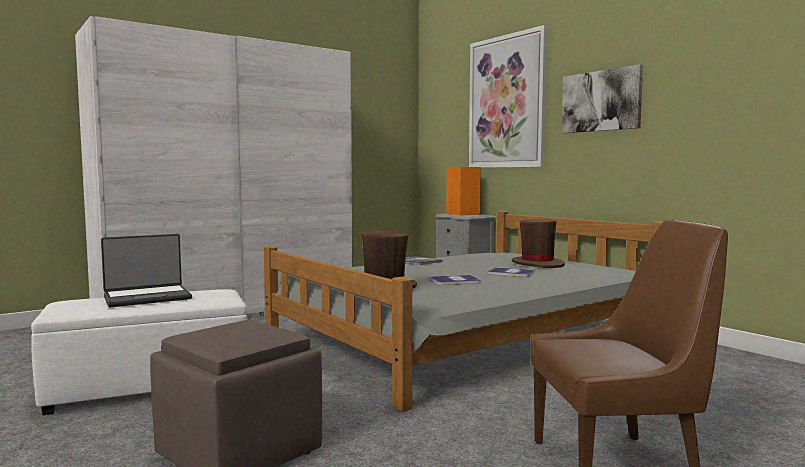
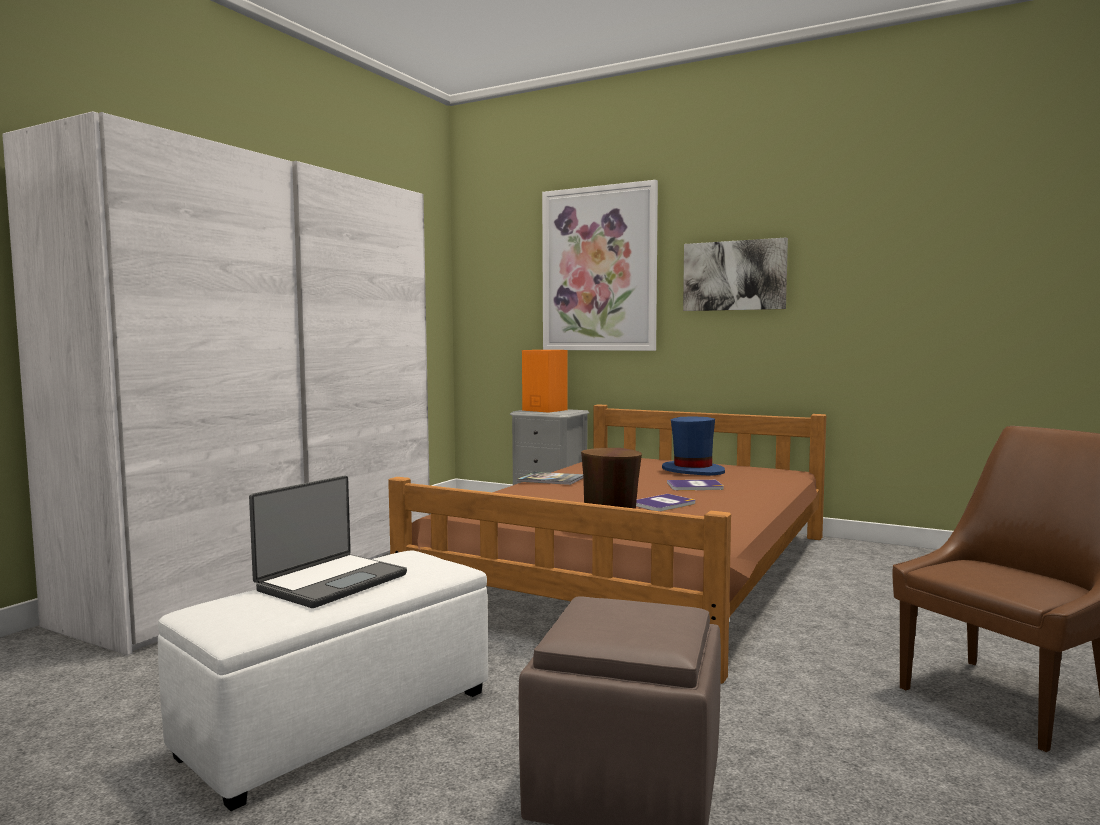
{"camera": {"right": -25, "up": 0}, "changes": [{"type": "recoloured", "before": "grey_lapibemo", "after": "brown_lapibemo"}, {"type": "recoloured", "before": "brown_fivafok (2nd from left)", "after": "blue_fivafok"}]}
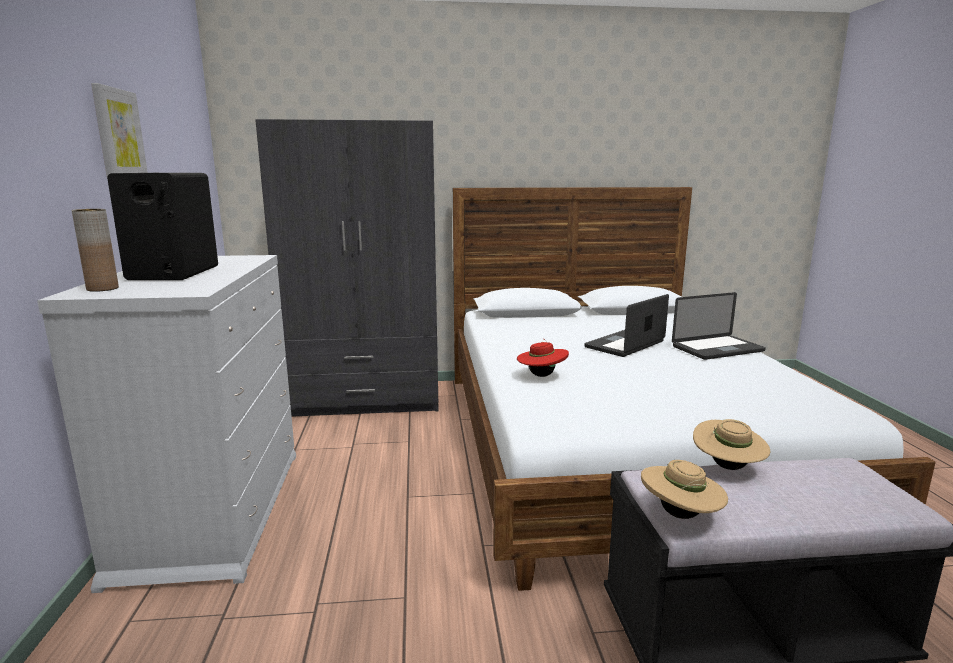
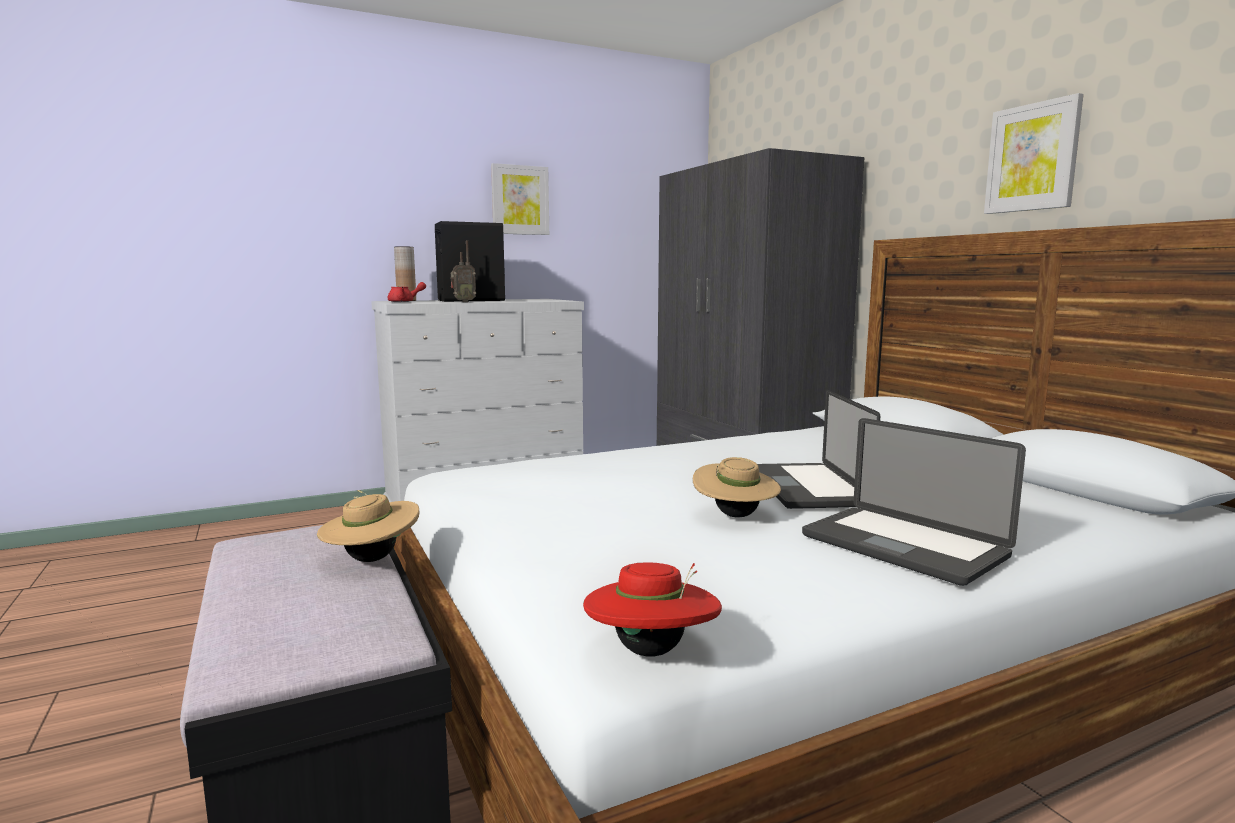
{"camera": {"right": 70, "up": -5}, "changes": [{"type": "added", "after": "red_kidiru"}, {"type": "added", "after": "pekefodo"}, {"type": "moved", "before": "red_fivafok"}, {"type": "moved", "before": "beige_fivafok (1st from left in the first image)", "after": "beige_fivafok (2nd from left)"}, {"type": "turned", "before": "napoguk (1st from left)", "turn": -120}, {"type": "added", "after": "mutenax (2nd from left)"}]}
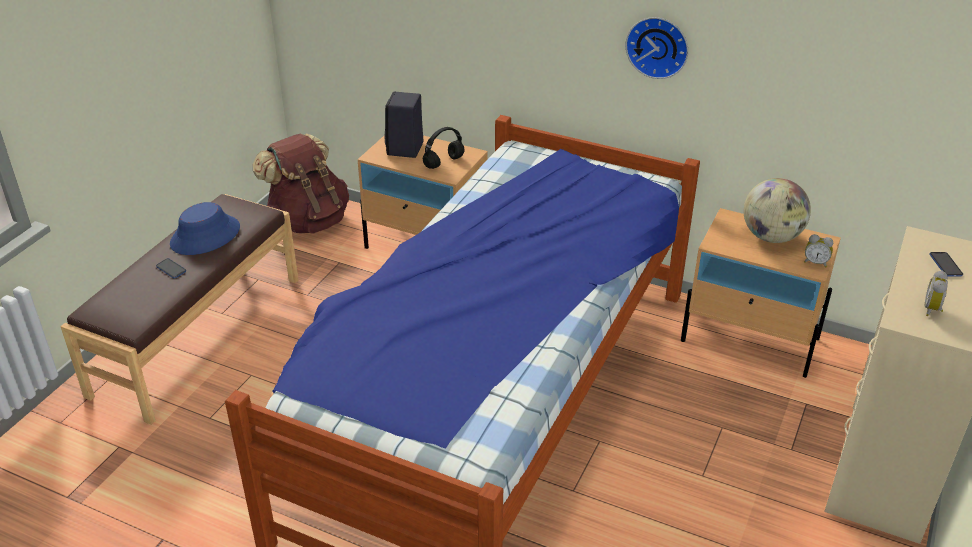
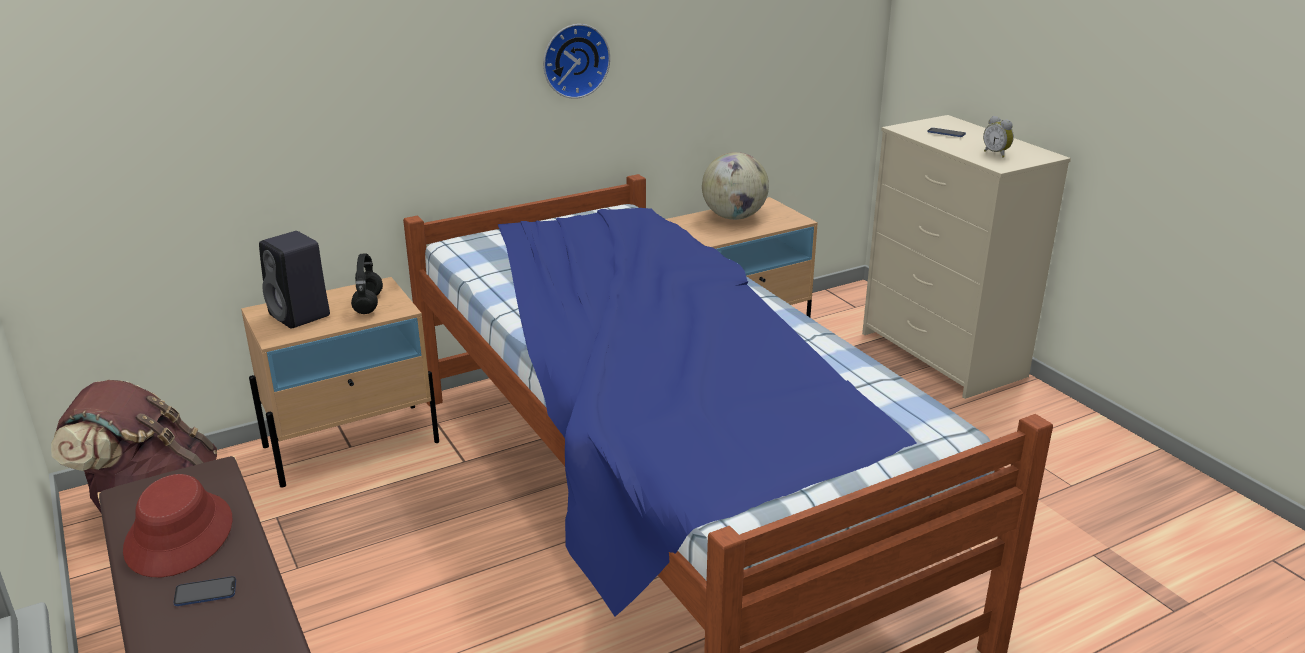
{"camera": {"right": -55, "up": -10}, "changes": [{"type": "recoloured", "before": "blue_fivafok", "after": "red_fivafok"}, {"type": "removed", "before": "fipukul (1st from left)"}]}
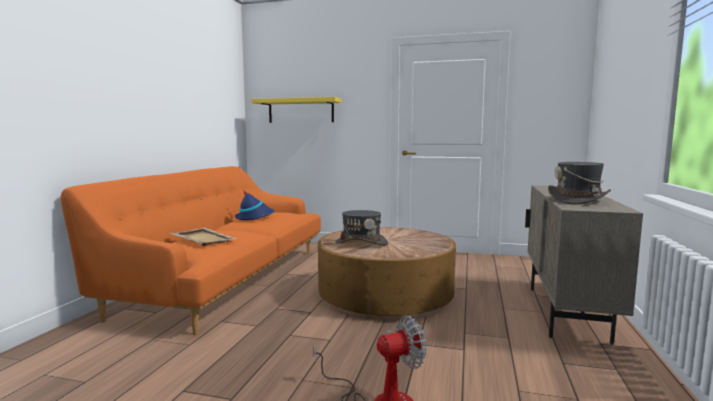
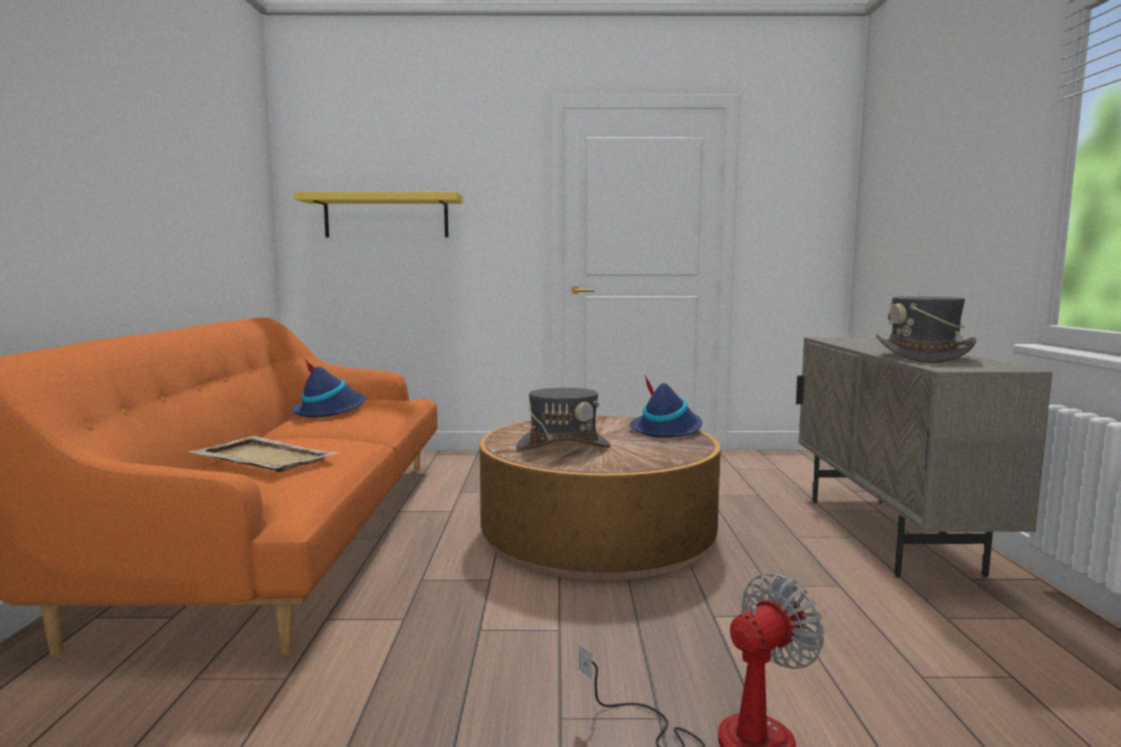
{"camera": {"right": -15, "up": 0}, "changes": [{"type": "added", "after": "blue_fivafok (2nd from left)"}]}
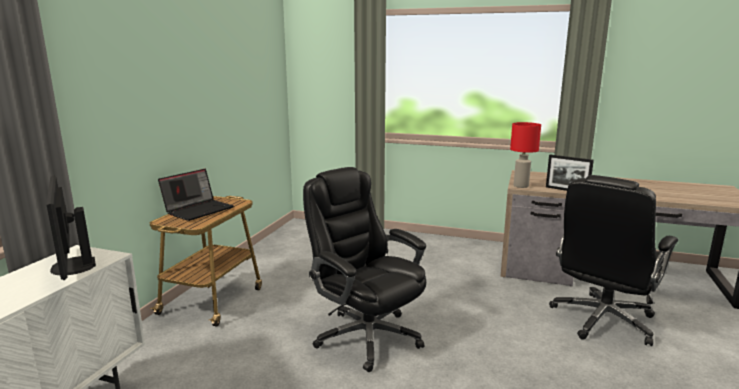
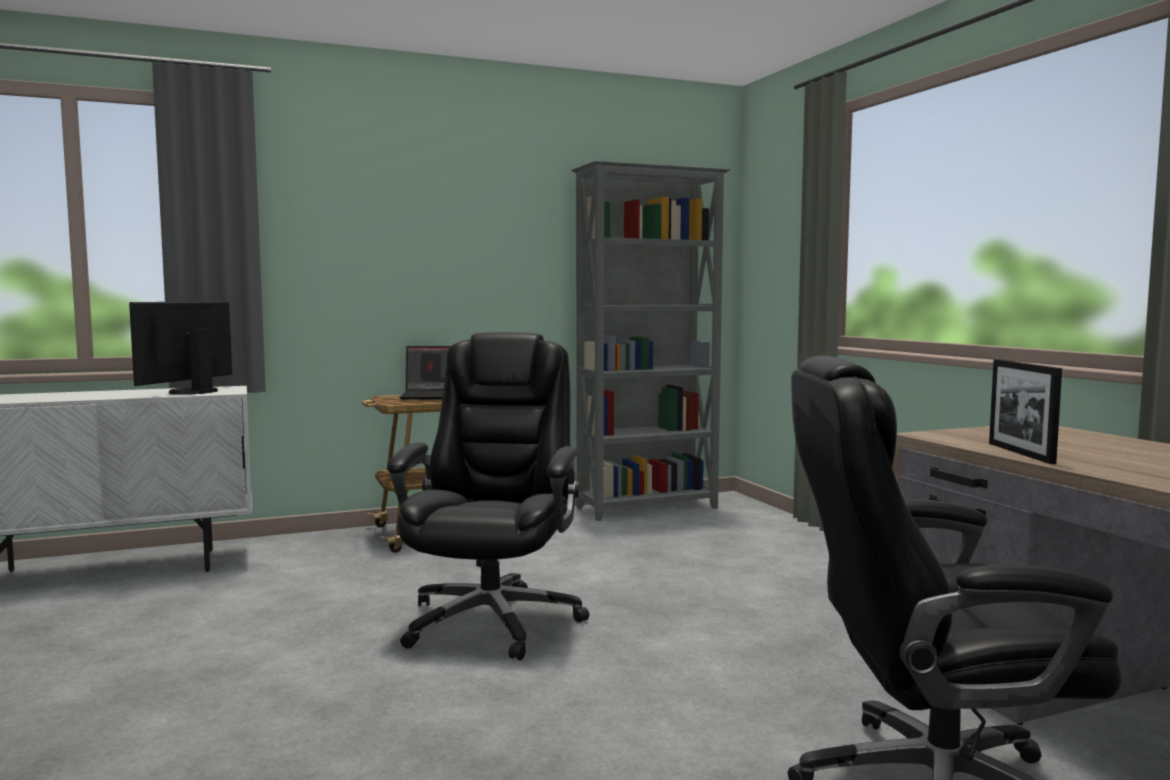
{"camera": {"right": 50, "up": -10}, "changes": [{"type": "added", "after": "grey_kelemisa"}, {"type": "removed", "before": "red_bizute"}]}
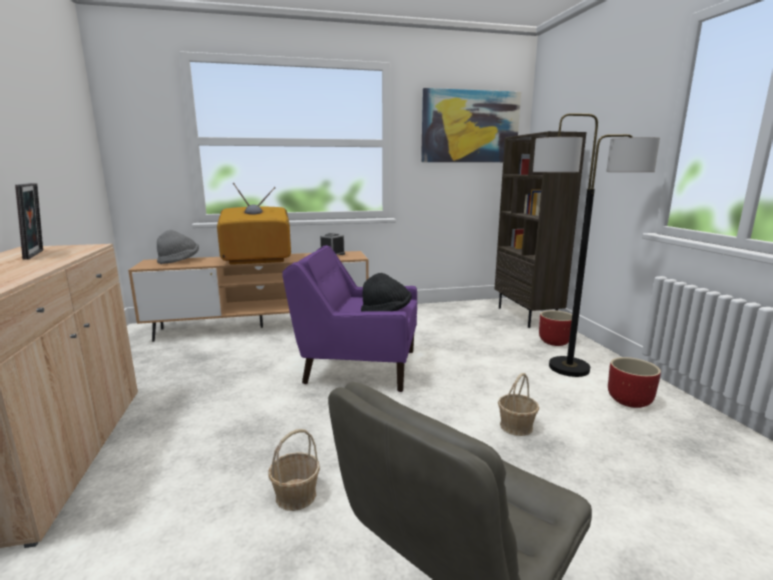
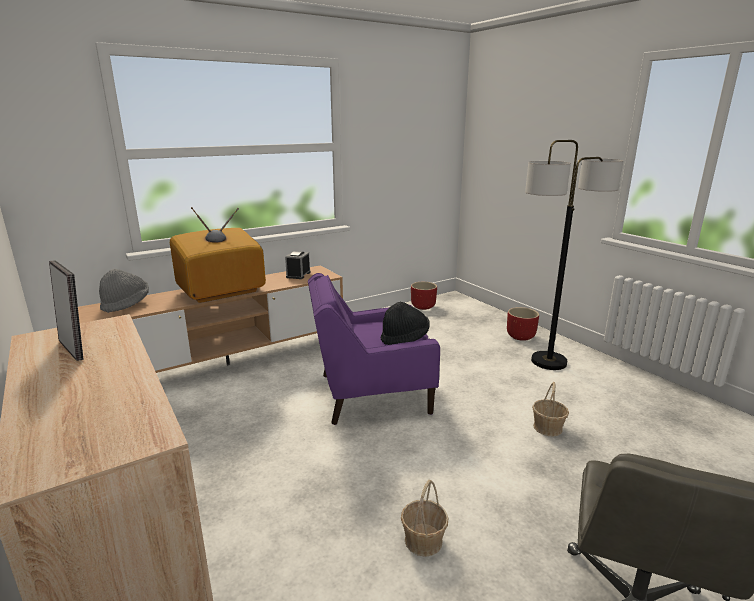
{"camera": {"right": -20, "up": 5}, "changes": [{"type": "moved", "before": "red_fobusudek (2nd from left in the first image)", "after": "red_fobusudek (1st from left)"}, {"type": "removed", "before": "mutenax"}, {"type": "removed", "before": "brown_kelemisa"}]}
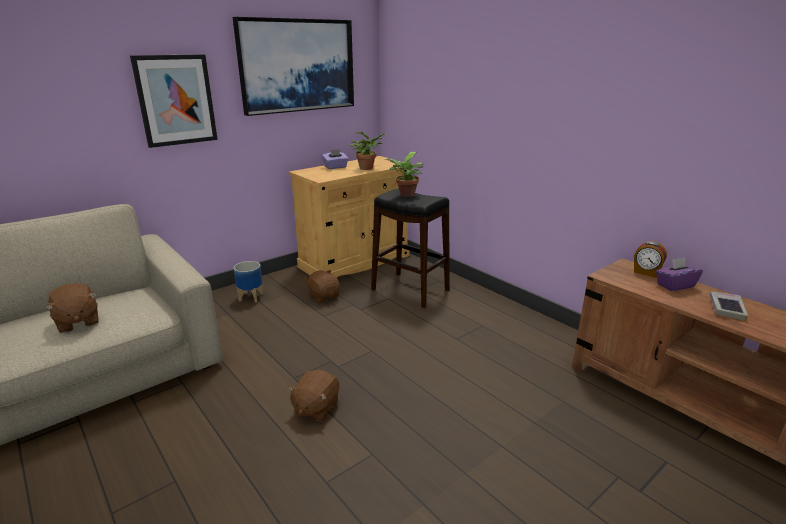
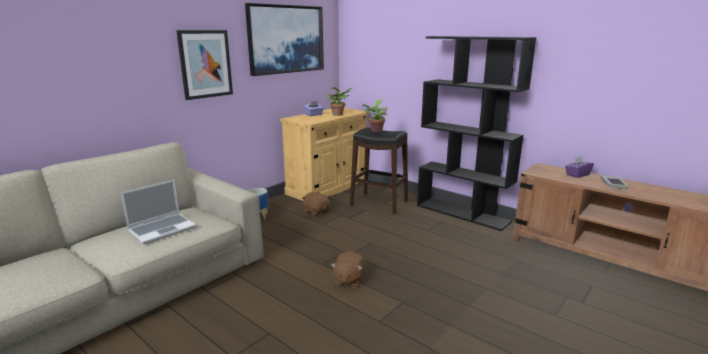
{"camera": {"right": -10, "up": -5}, "changes": [{"type": "replaced", "before": "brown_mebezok (1st from left)", "after": "napoguk"}, {"type": "added", "after": "black_kelemisa"}, {"type": "removed", "before": "fipukul"}]}
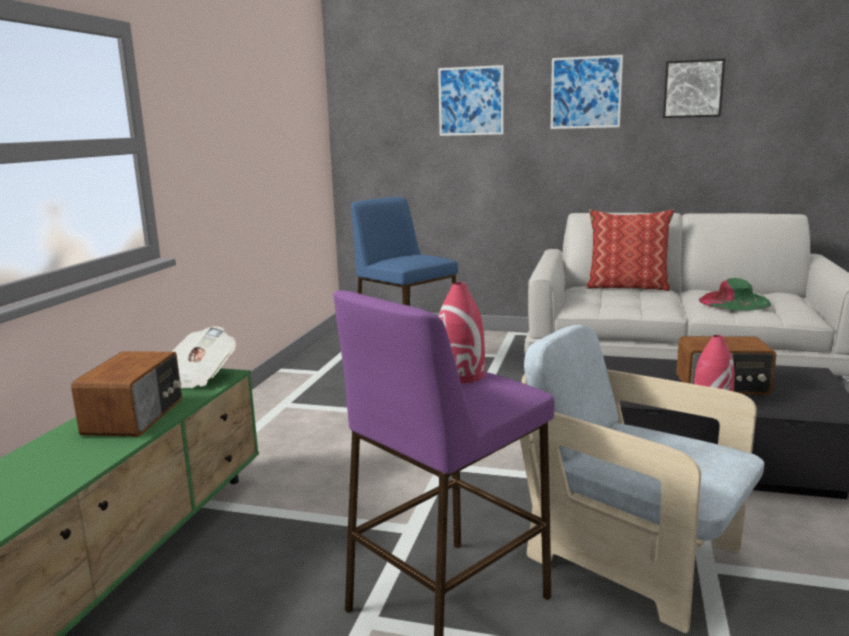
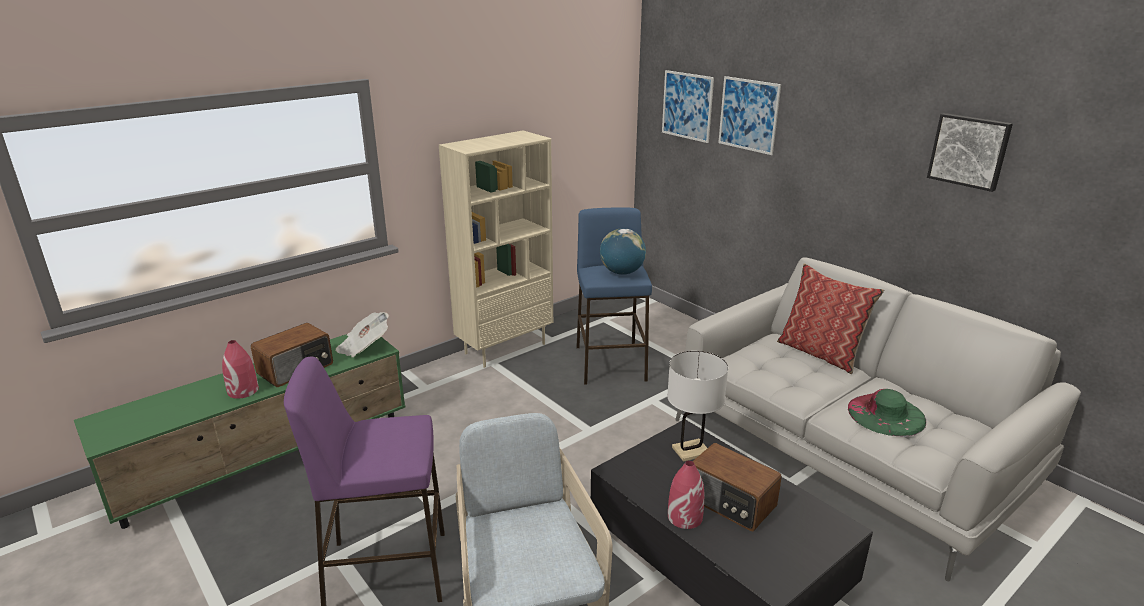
{"camera": {"right": 35, "up": 10}, "changes": [{"type": "moved", "before": "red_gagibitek (1st from left)"}, {"type": "added", "after": "beige_kelemisa"}, {"type": "added", "after": "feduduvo"}, {"type": "moved", "before": "mutenax (2nd from left in the first image)", "after": "mutenax (1st from left)"}, {"type": "added", "after": "white_bizute"}]}
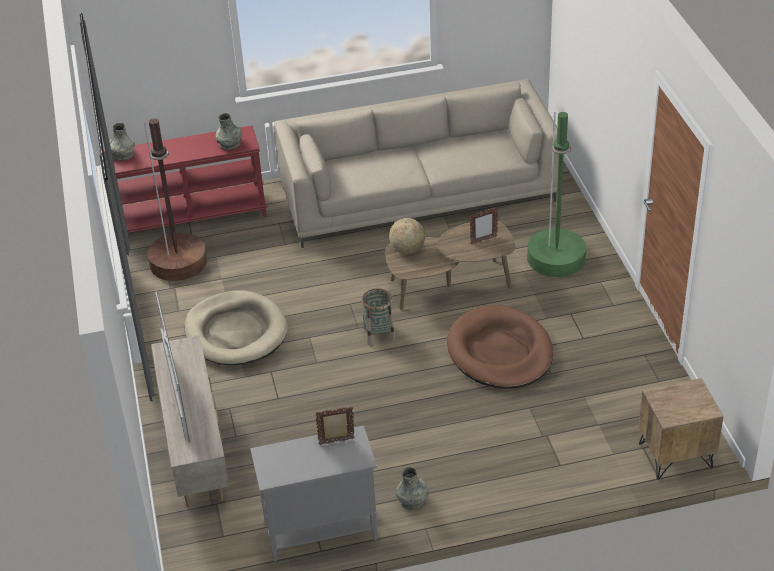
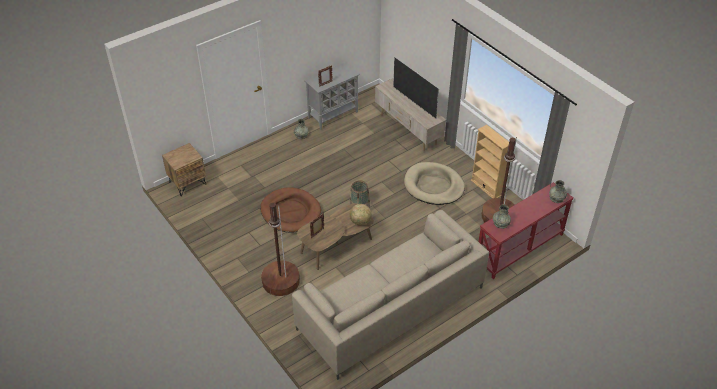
{"camera": {"right": 155, "up": 5}, "changes": [{"type": "recoloured", "before": "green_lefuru", "after": "brown_lefuru (1st from left)"}, {"type": "added", "after": "beige_kelemisa"}]}
